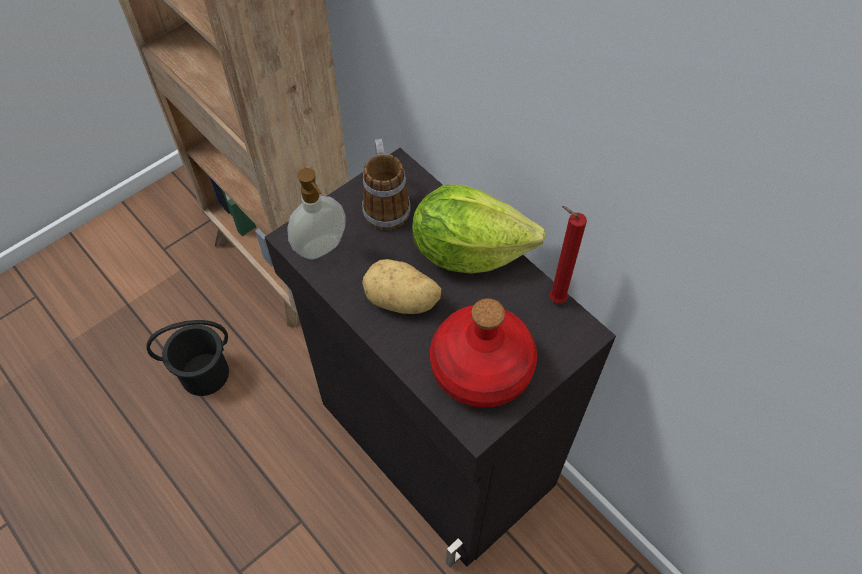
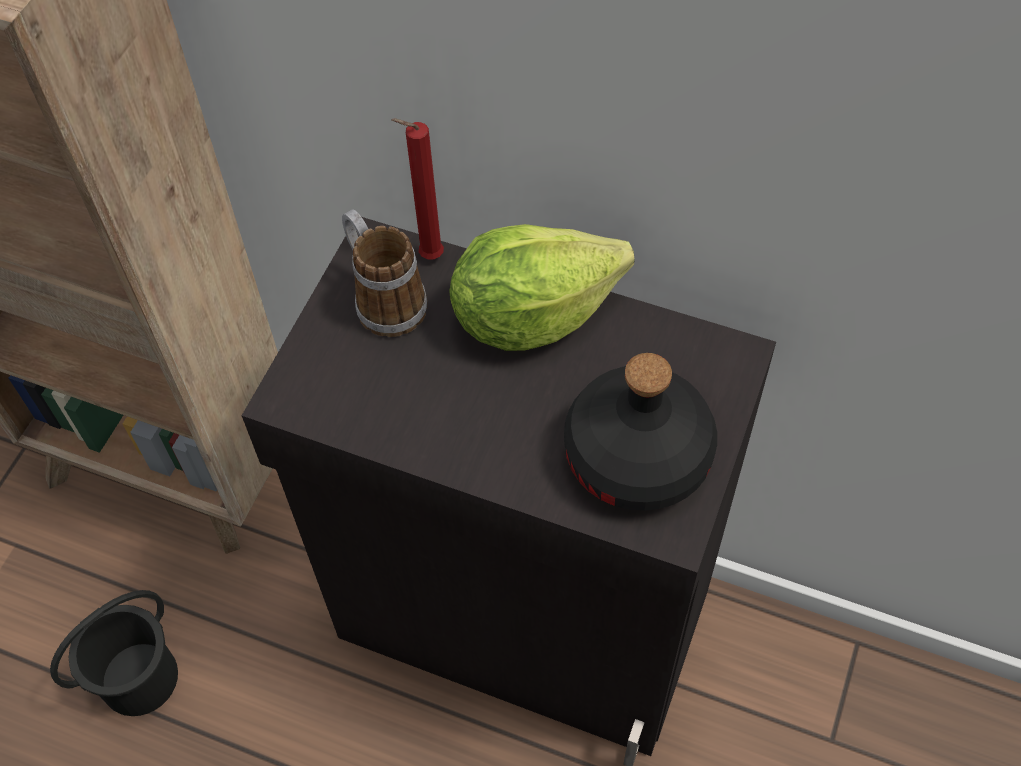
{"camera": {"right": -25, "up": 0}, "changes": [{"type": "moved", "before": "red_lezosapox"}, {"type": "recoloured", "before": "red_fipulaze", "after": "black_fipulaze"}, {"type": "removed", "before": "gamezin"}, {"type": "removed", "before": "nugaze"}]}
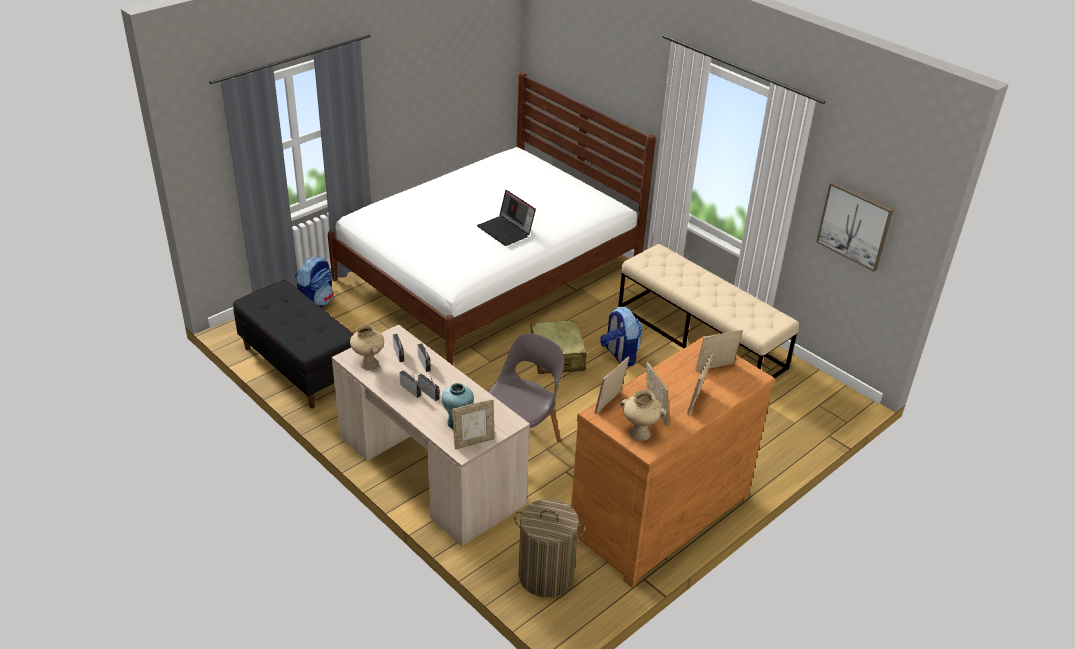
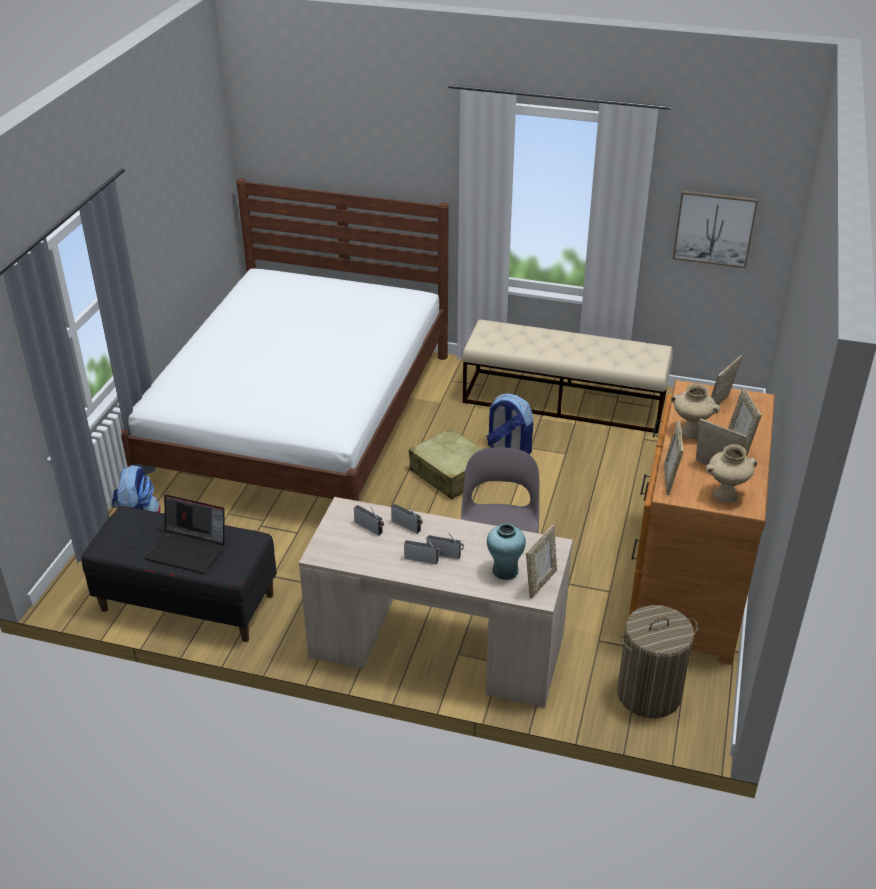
{"camera": {"right": -30, "up": 0}, "changes": [{"type": "moved", "before": "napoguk"}, {"type": "moved", "before": "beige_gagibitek (1st from left)"}]}
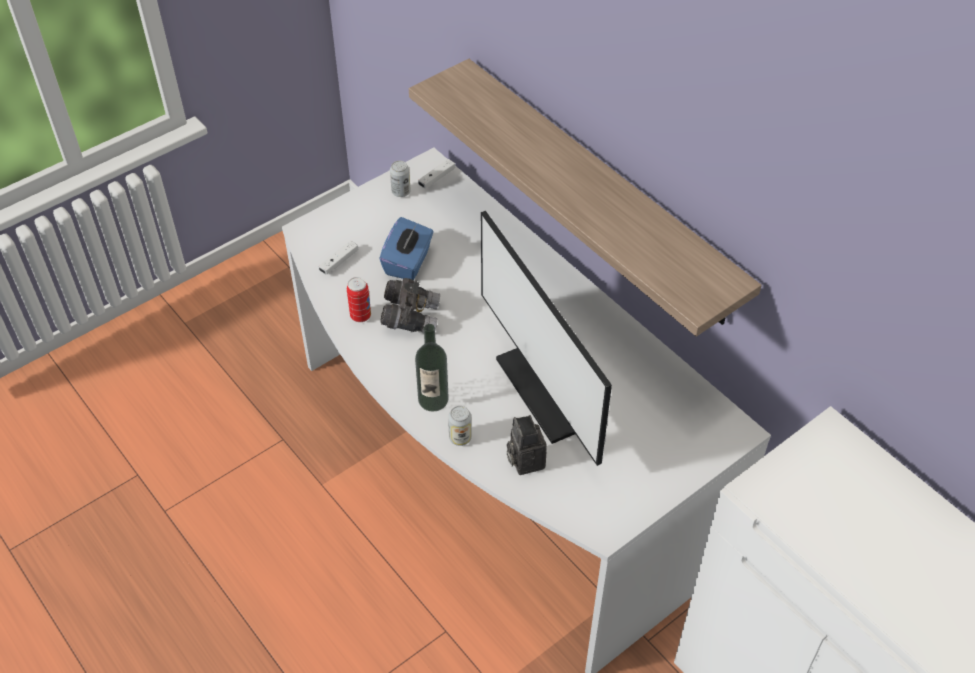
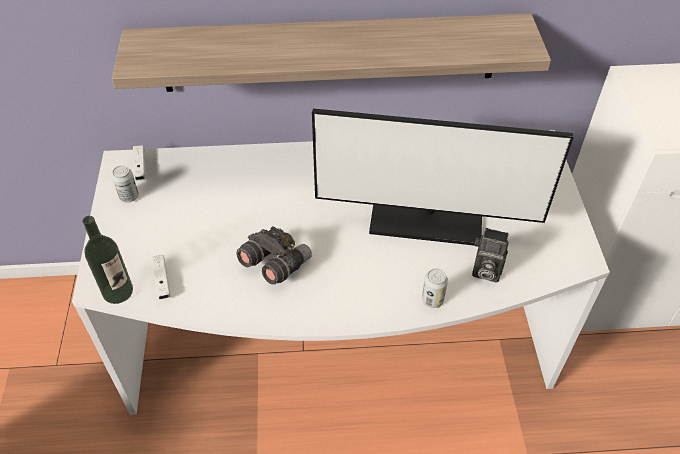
{"camera": {"right": -55, "up": 0}, "changes": [{"type": "moved", "before": "fipulaze"}, {"type": "removed", "before": "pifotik (1st from left)"}, {"type": "removed", "before": "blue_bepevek"}]}
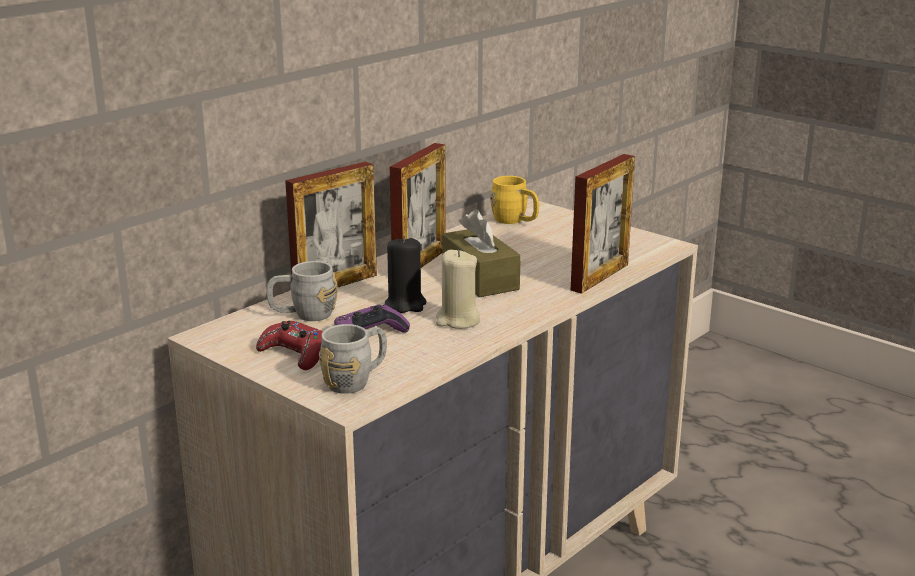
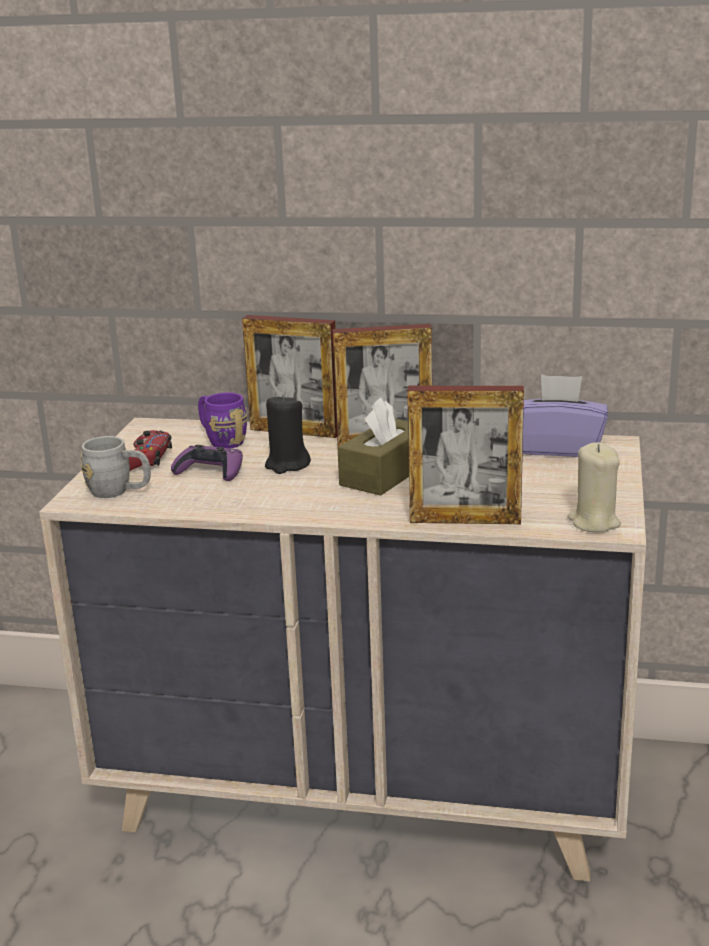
{"camera": {"right": 60, "up": 0}, "changes": [{"type": "recoloured", "before": "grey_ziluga (1st from left)", "after": "purple_ziluga"}, {"type": "replaced", "before": "yellow_ziluga", "after": "purple_bepevek"}, {"type": "moved", "before": "beige_lezosapox"}]}
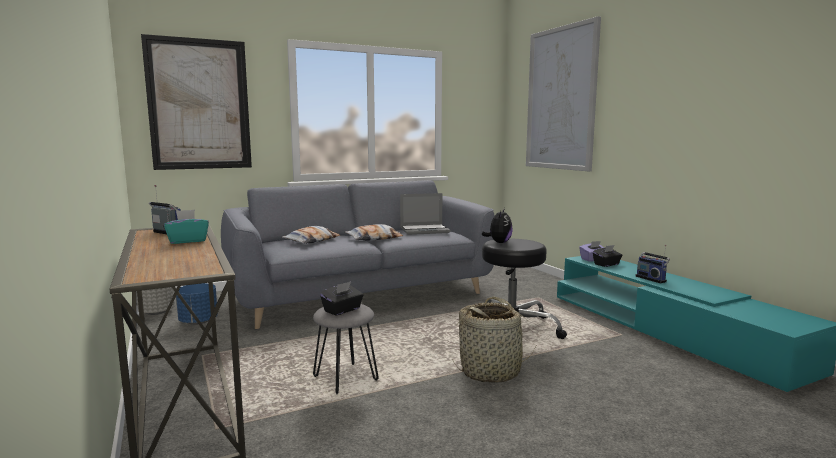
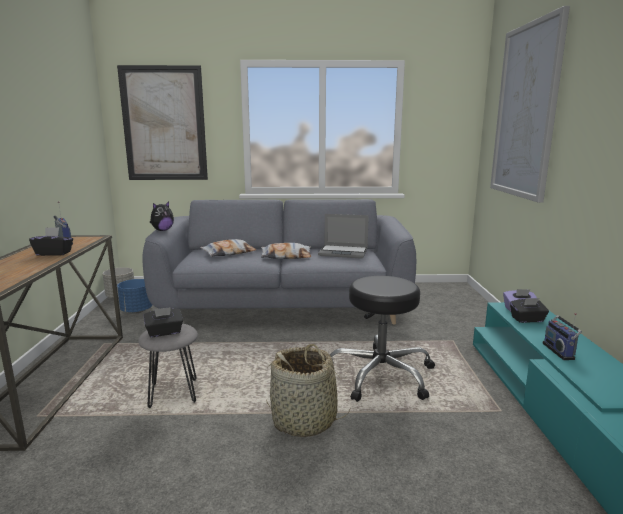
{"camera": {"right": 25, "up": 5}, "changes": [{"type": "recoloured", "before": "turquoise_bepevek", "after": "black_bepevek (1st from left)"}, {"type": "moved", "before": "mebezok"}]}
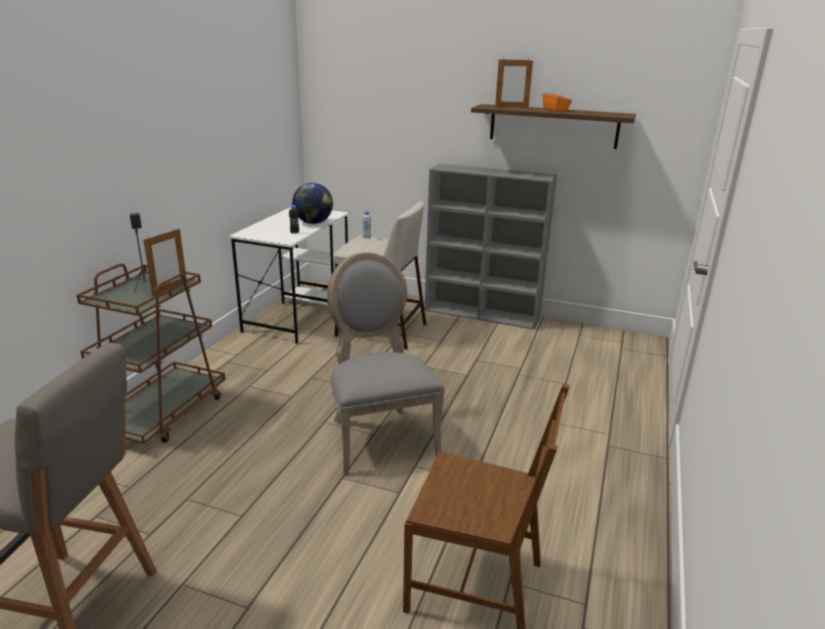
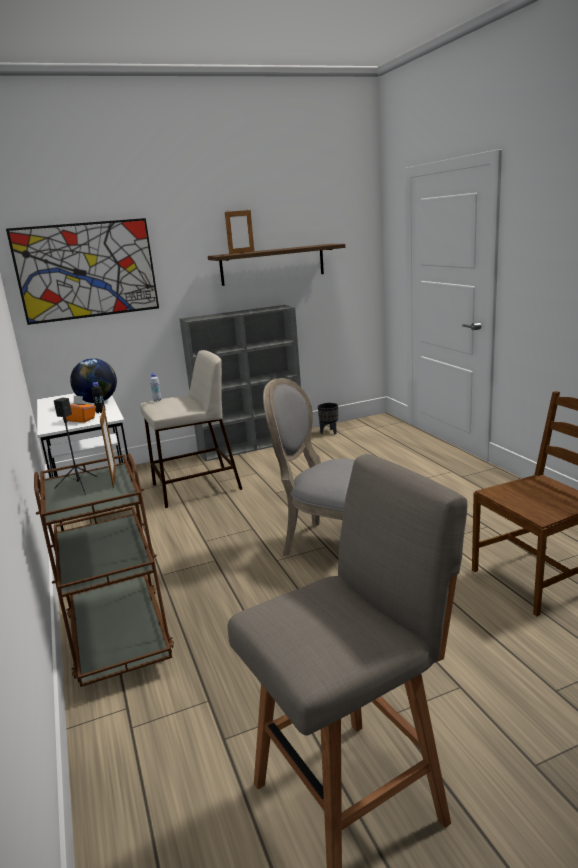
{"camera": {"right": -40, "up": -5}, "changes": [{"type": "added", "after": "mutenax"}, {"type": "moved", "before": "orange_bepevek"}, {"type": "added", "after": "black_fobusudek"}]}
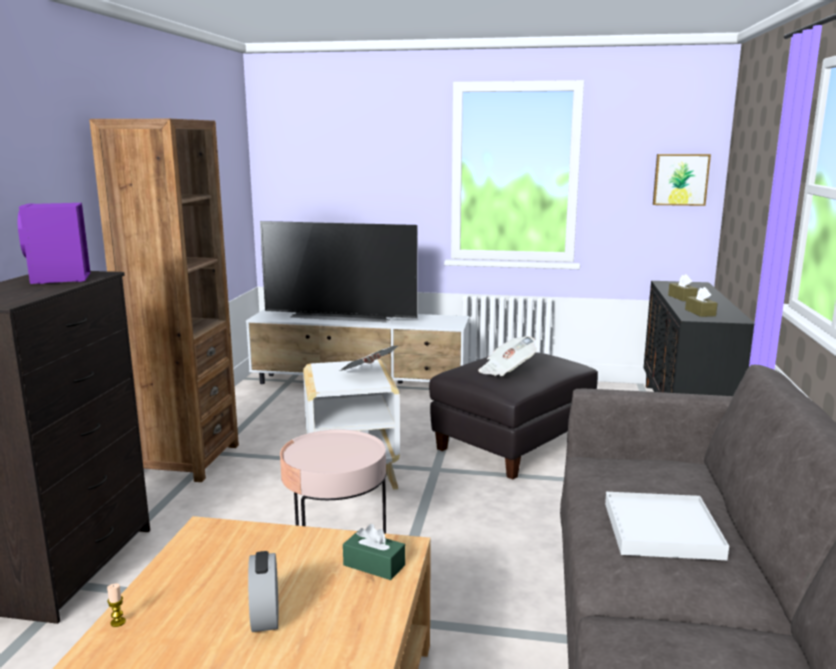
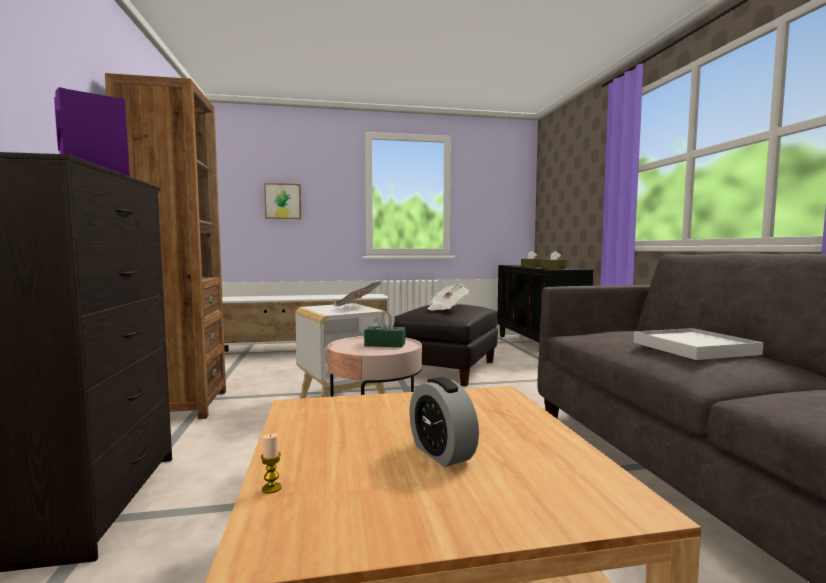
{"camera": {"right": -20, "up": -10}, "changes": [{"type": "moved", "before": "mutenax"}, {"type": "moved", "before": "green_bepevek"}, {"type": "removed", "before": "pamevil"}]}
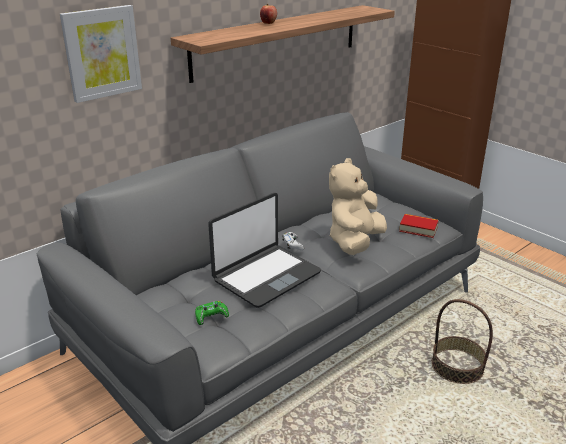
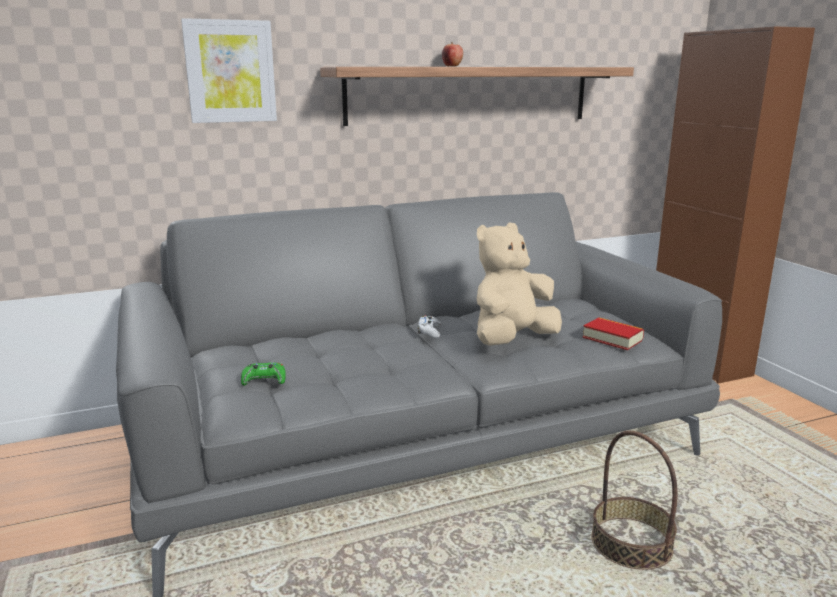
{"camera": {"right": 20, "up": -10}, "changes": [{"type": "removed", "before": "napoguk"}]}
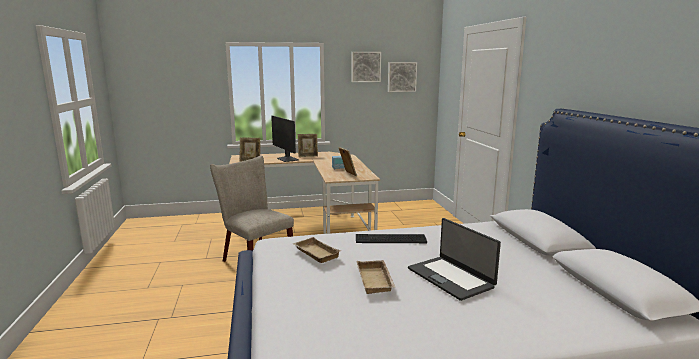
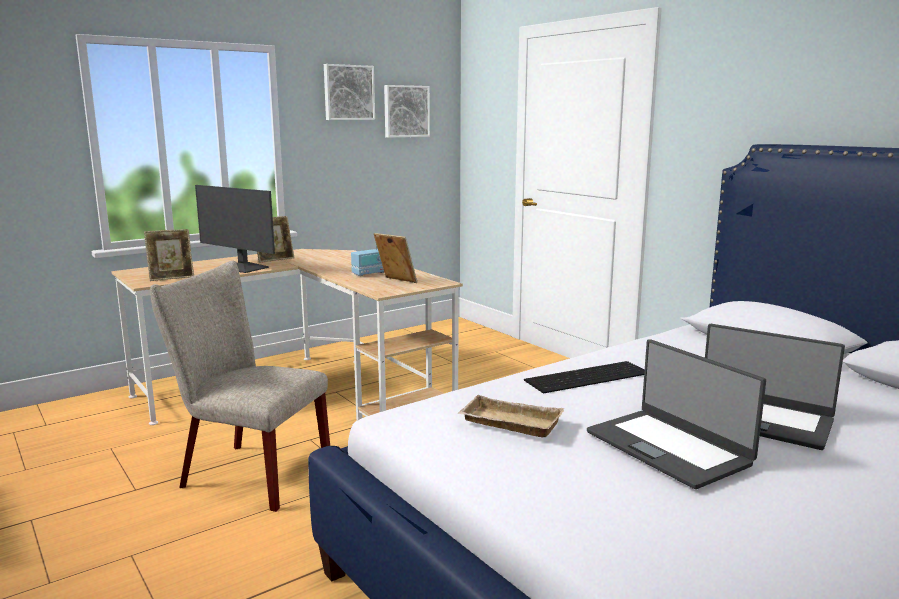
{"camera": {"right": -25, "up": 0}, "changes": [{"type": "replaced", "before": "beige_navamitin (2nd from left)", "after": "napoguk (1st from left)"}]}
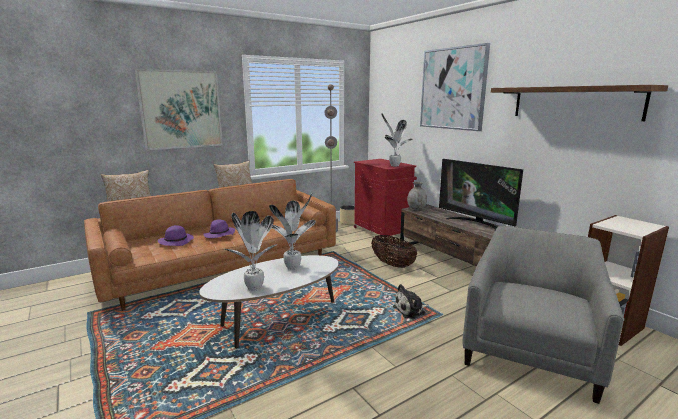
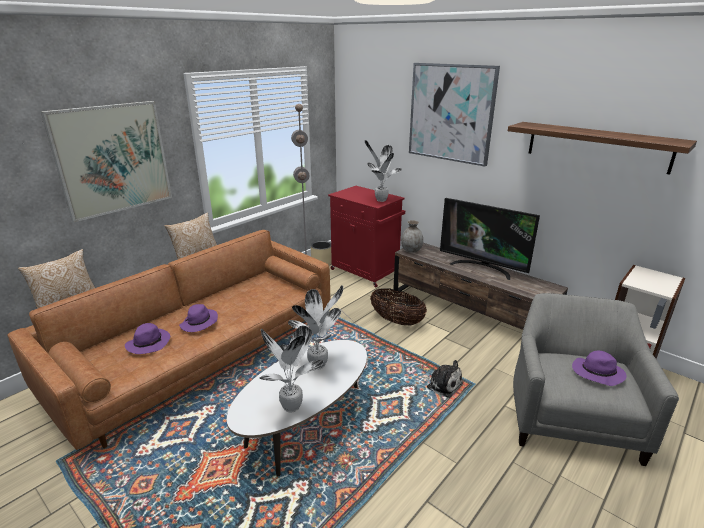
{"camera": {"right": -15, "up": 10}, "changes": [{"type": "turned", "before": "mebezok", "turn": -105}, {"type": "added", "after": "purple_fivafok (3rd from left)"}]}
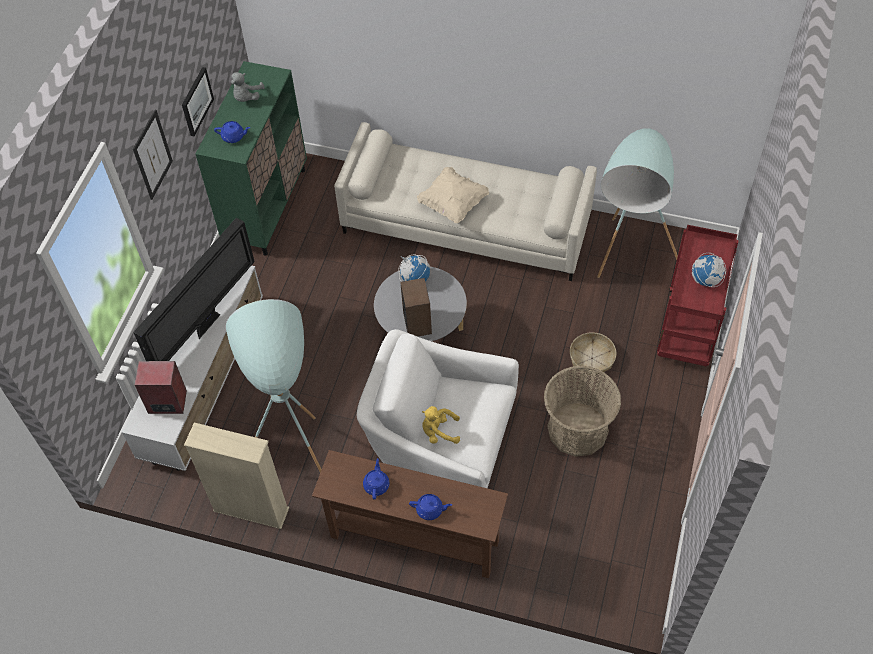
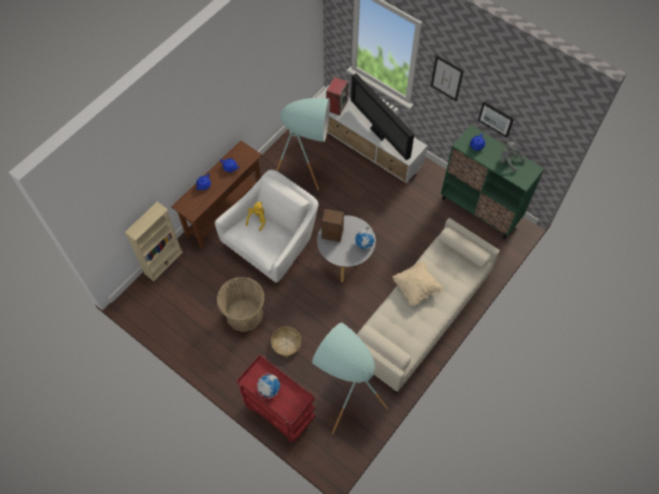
{"camera": {"right": 110, "up": 5}, "changes": [{"type": "moved", "before": "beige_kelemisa"}]}
